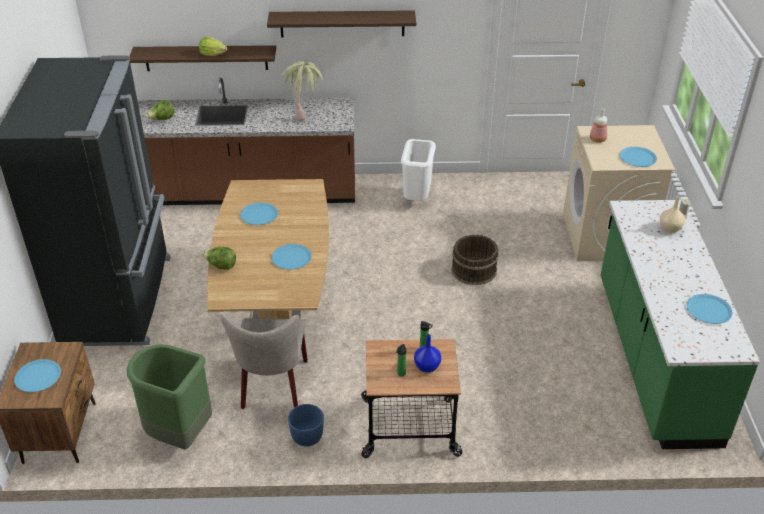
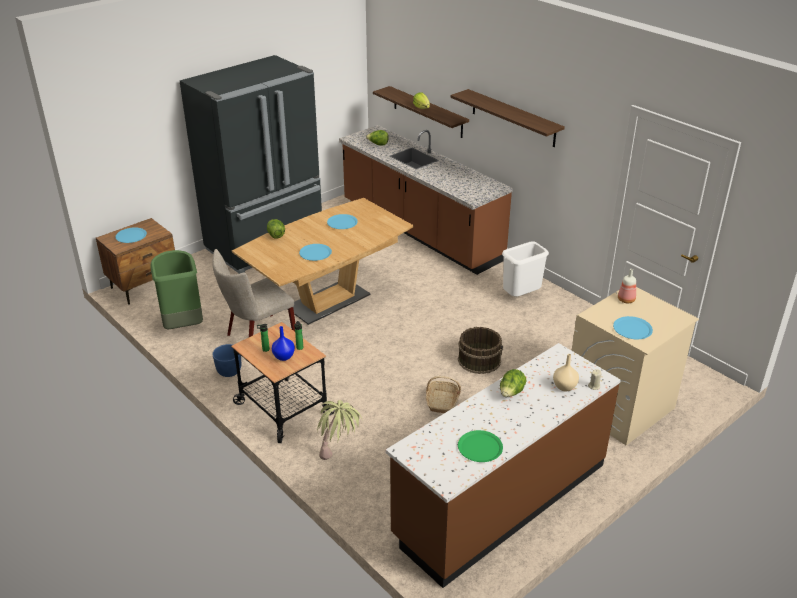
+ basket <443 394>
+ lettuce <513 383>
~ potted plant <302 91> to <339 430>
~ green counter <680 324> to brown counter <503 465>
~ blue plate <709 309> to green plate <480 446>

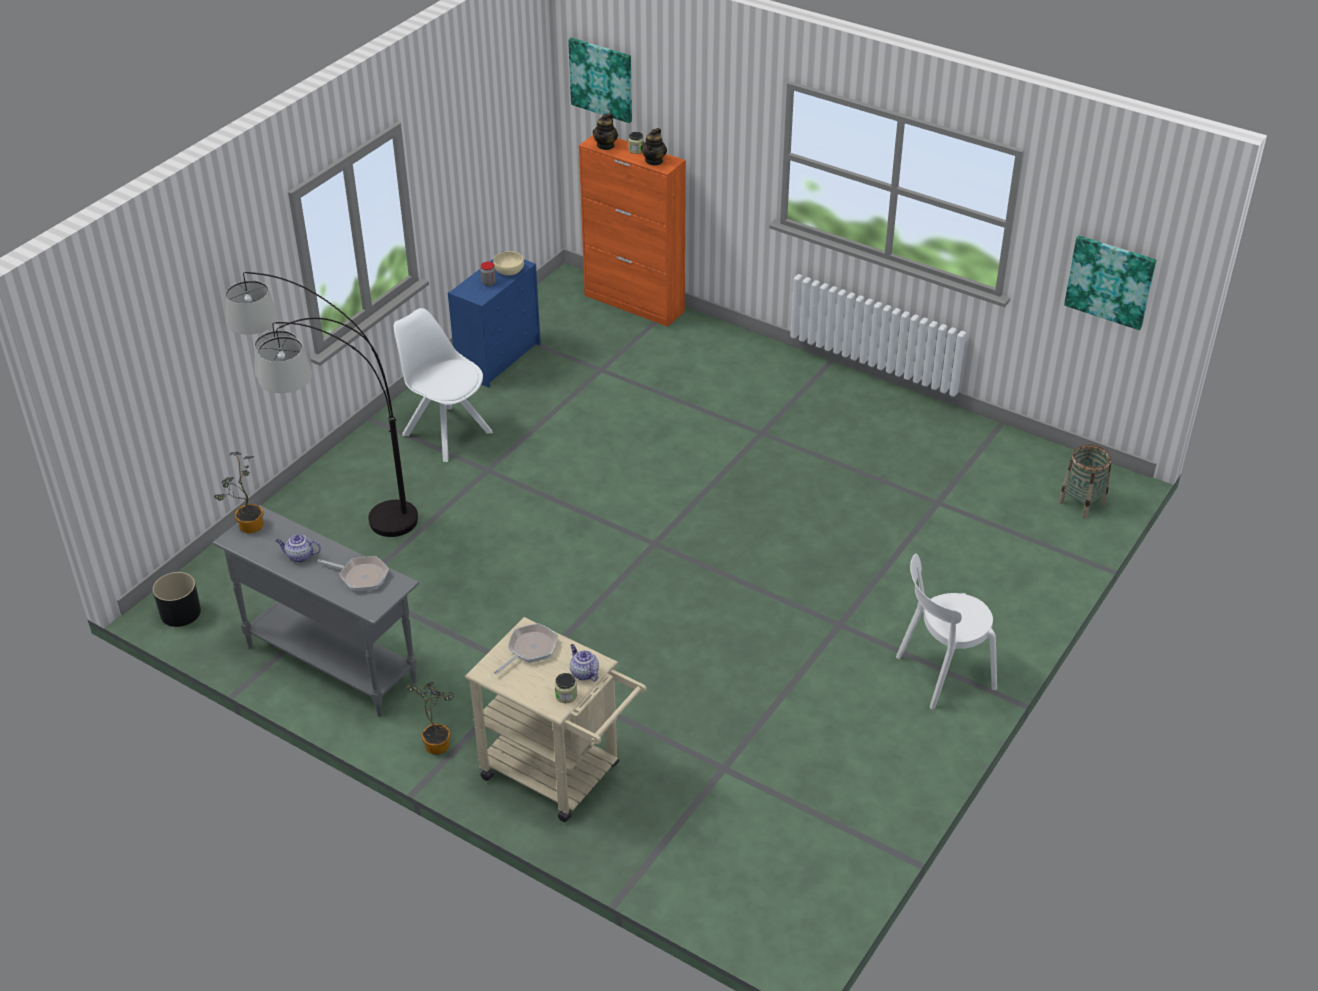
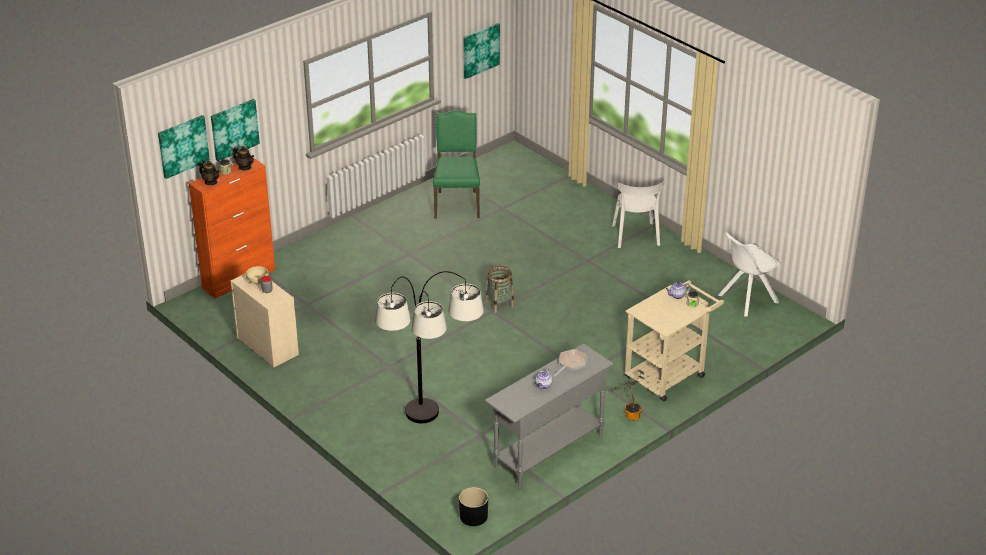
- potted plant <238 492>
- frying pan <526 648>
+ picture <235 130>
+ green chair <456 164>
~ white chair <443 385> to <749 274>
~ basket <1084 482> to <499 289>
~ blue dresser <494 319> to beige dresser <264 320>

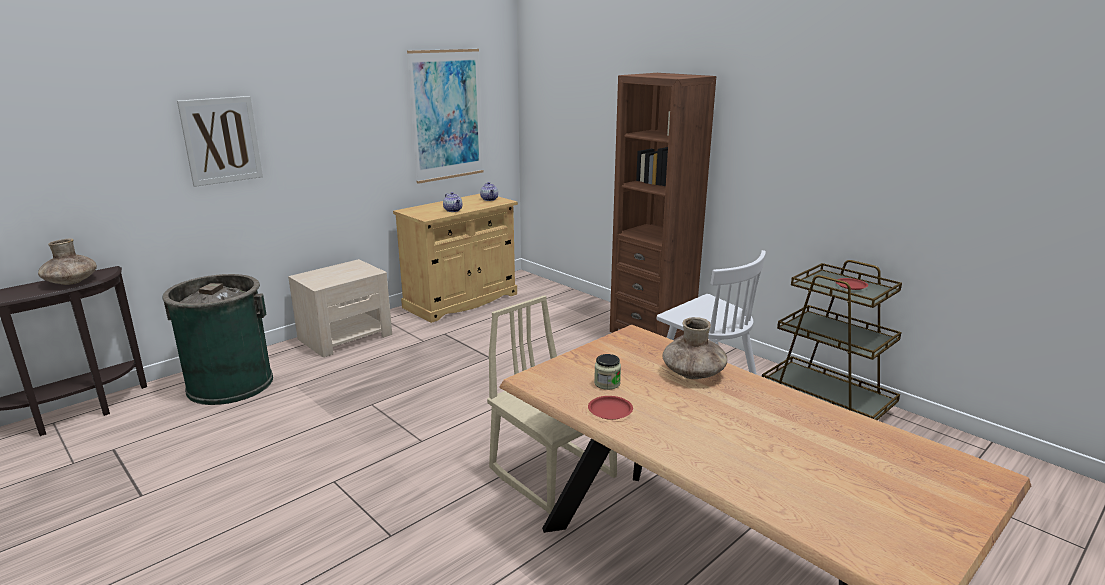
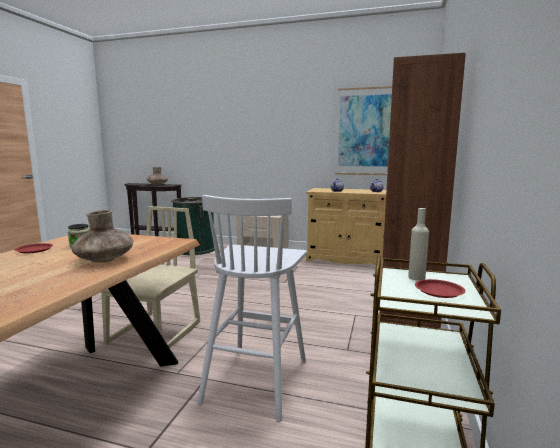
- picture <220 141>
+ beige bottle <418 244>

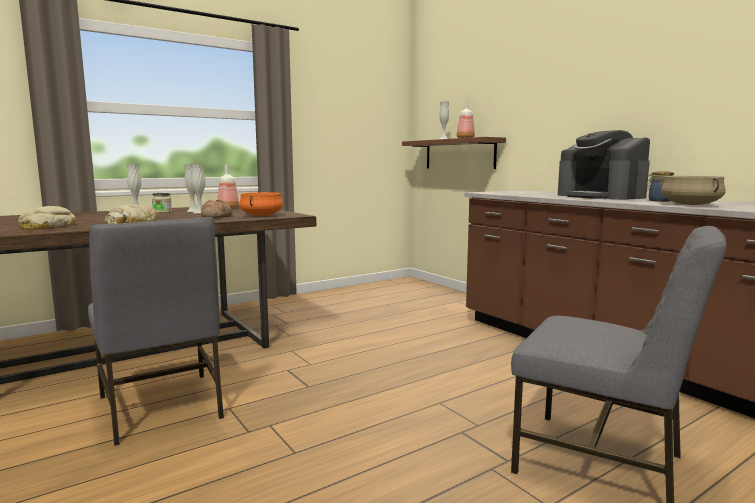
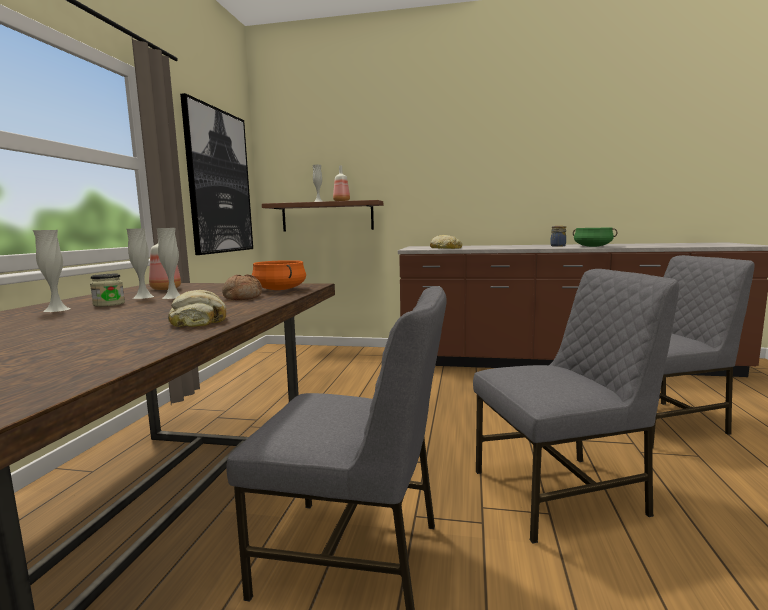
- coffee machine <604 165>
+ picture <216 174>
+ grey chair <576 406>
~ bread <47 218> to <446 242>
~ beige cooking pot <693 190> to green cooking pot <595 237>

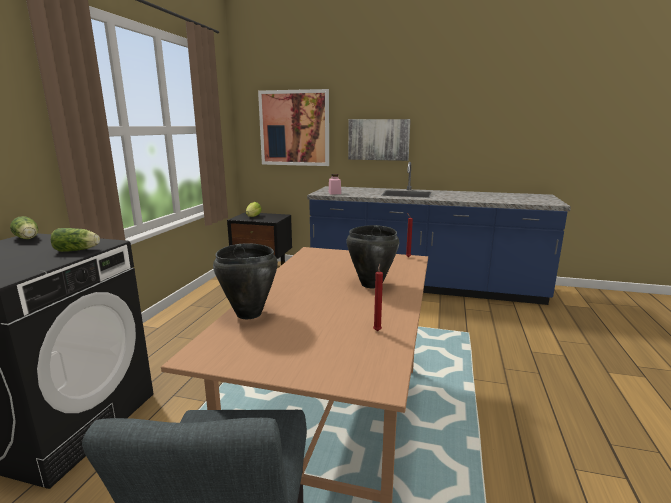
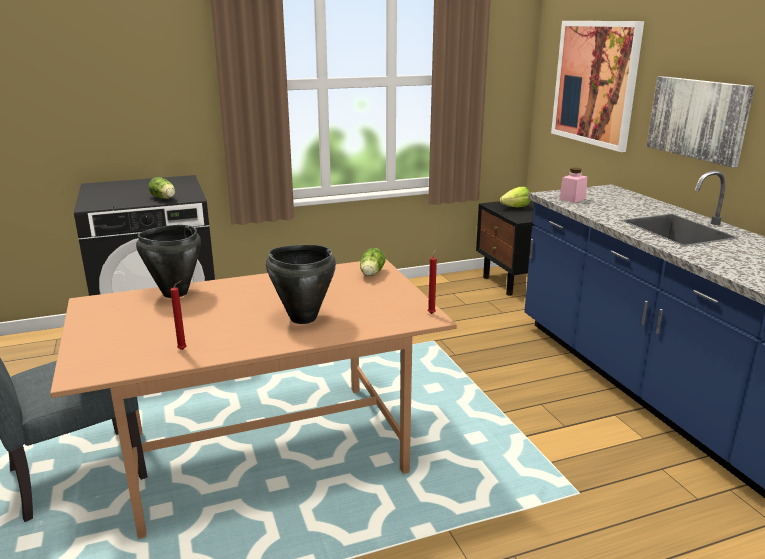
~ lettuce <24 227> to <373 262>

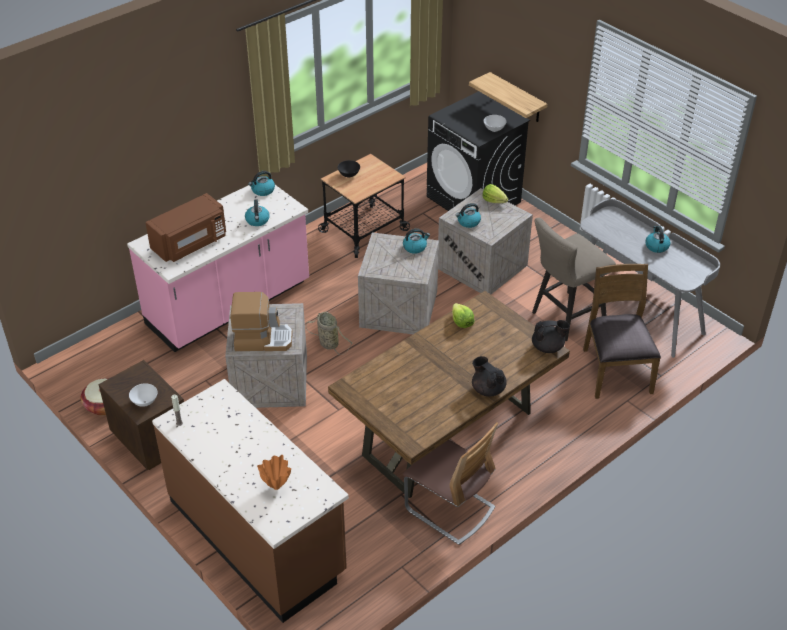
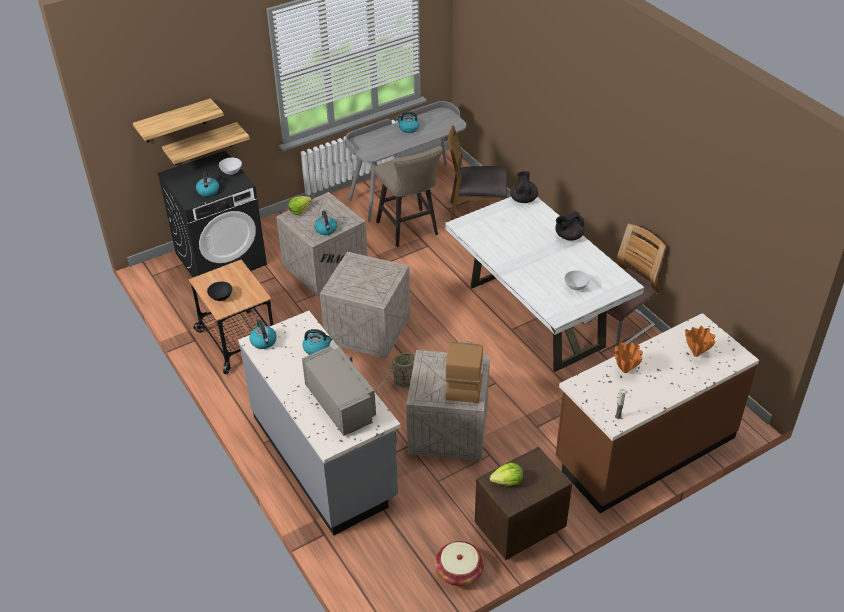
+ shelf <178 120>
+ orange vase <629 357>
~ white bowl <143 395> to <577 280>
~ kettle <416 241> to <207 184>
~ lettuce <463 315> to <506 474>
~ pink counter <218 268> to grey counter <319 423>
~ brown microwave <185 227> to grey microwave <339 391>
~ brown dining table <449 394> to white dining table <544 284>

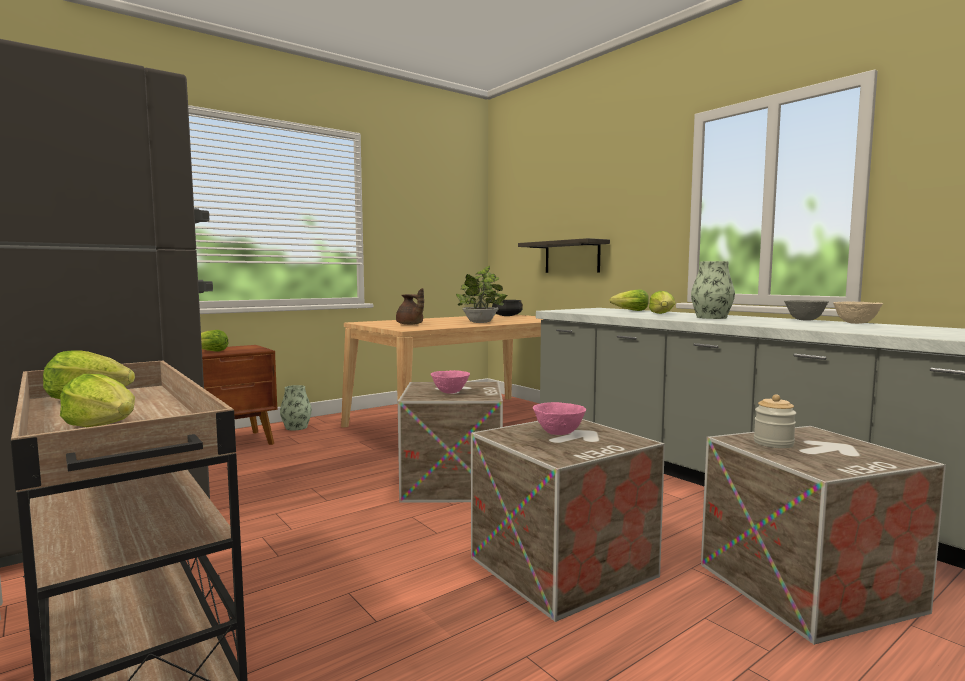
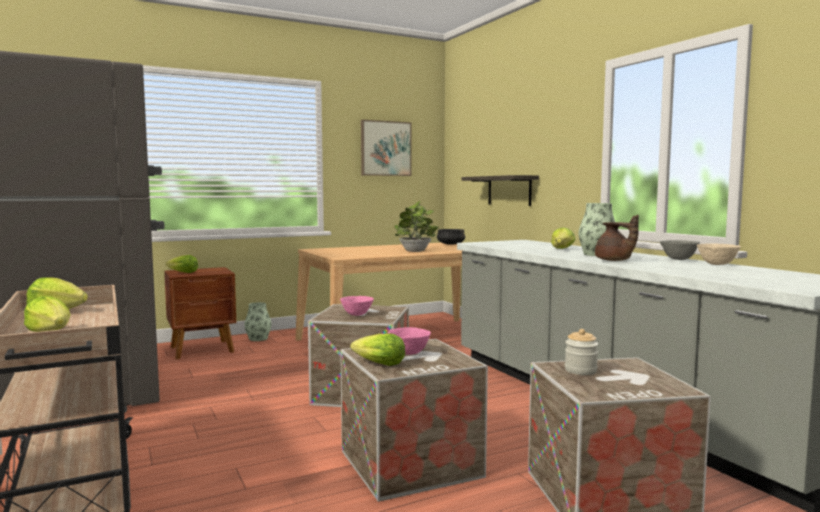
+ picture <386 148>
~ brown teapot <410 306> to <617 238>
~ lettuce <629 300> to <377 349>

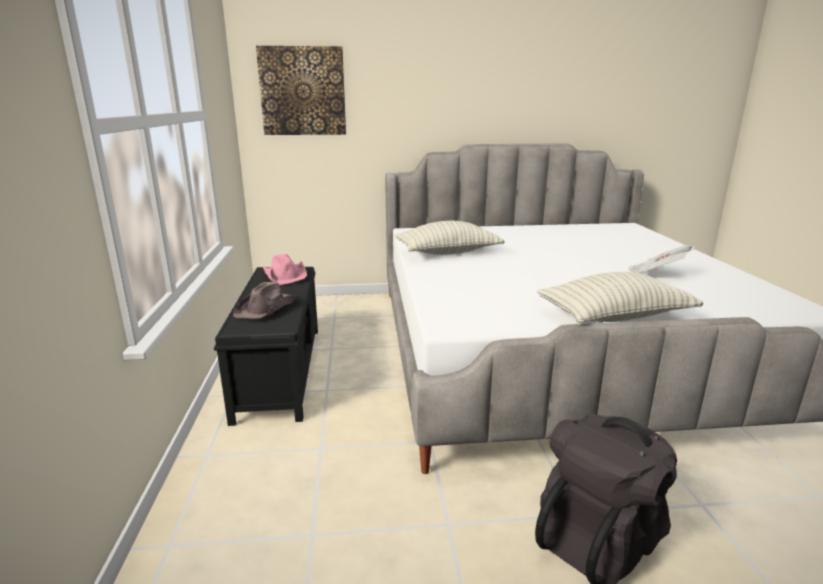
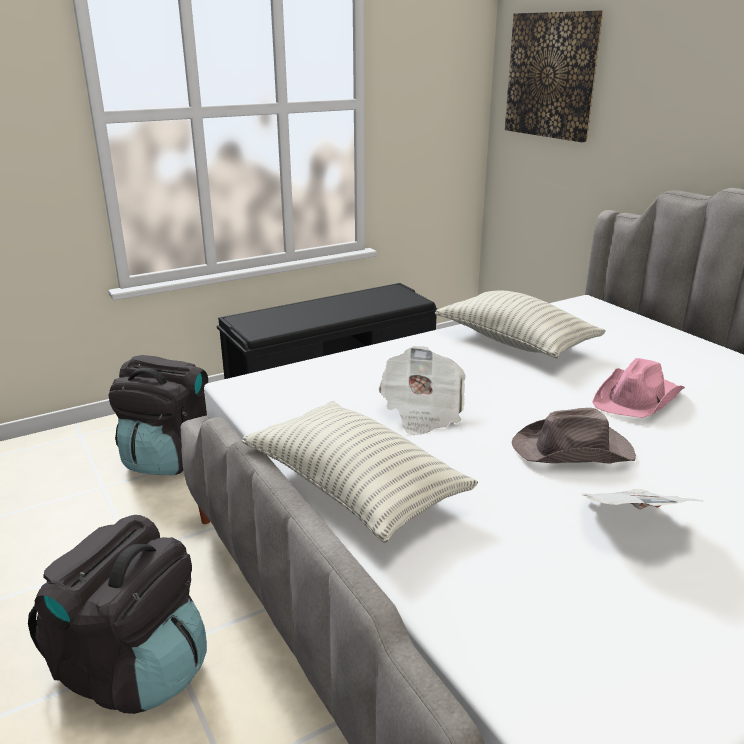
+ black backpack <158 415>
+ newspaper <422 390>
~ brown hat <266 300> to <574 436>
~ pink hat <285 269> to <638 388>

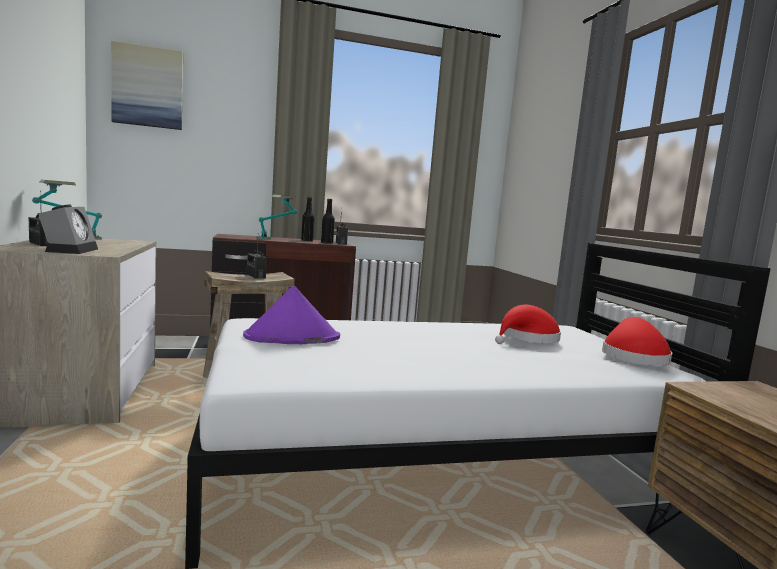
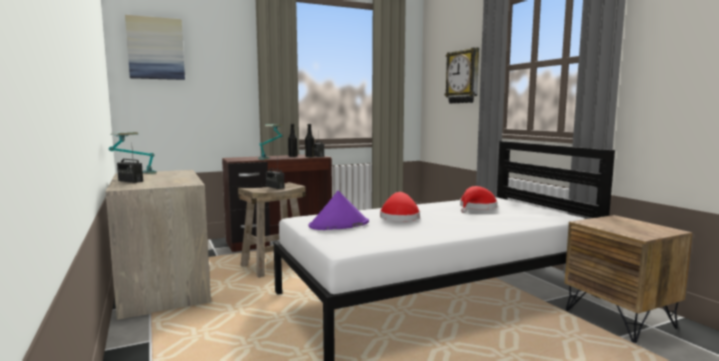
- alarm clock <68 229>
+ wall clock <462 75>
~ red hat <637 341> to <400 207>

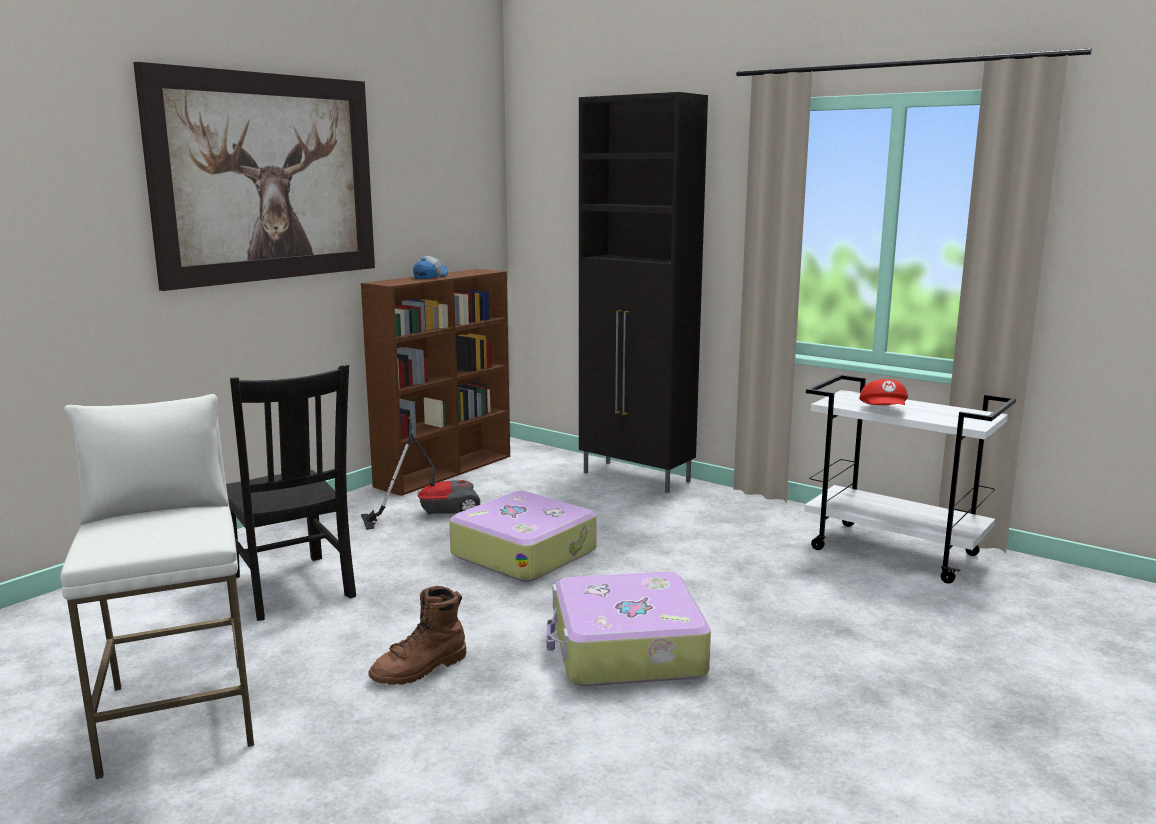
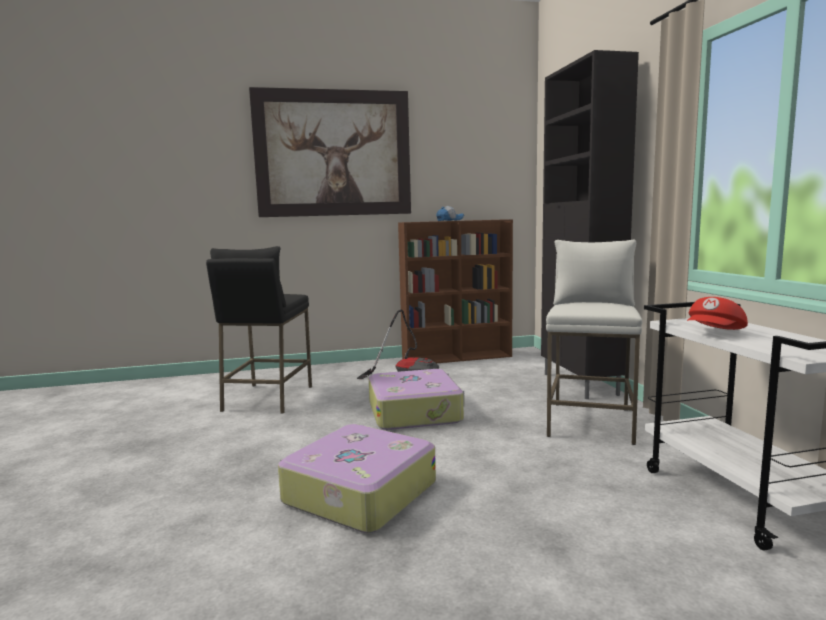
- brown boot <417 635>
~ white stool <157 586> to <594 342>
~ black chair <291 492> to black stool <259 330>

